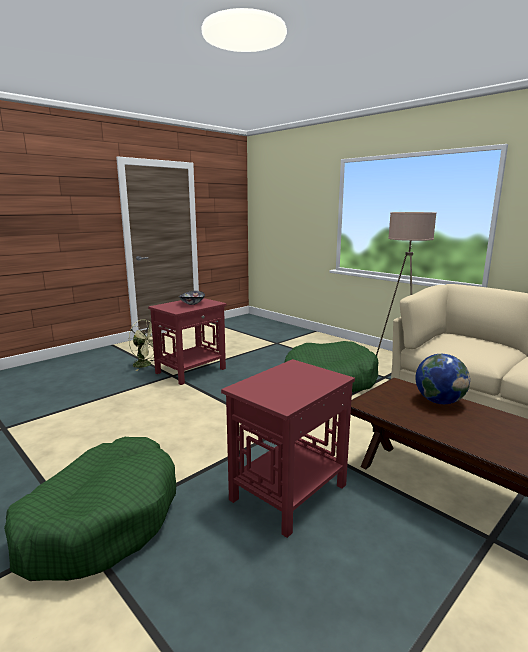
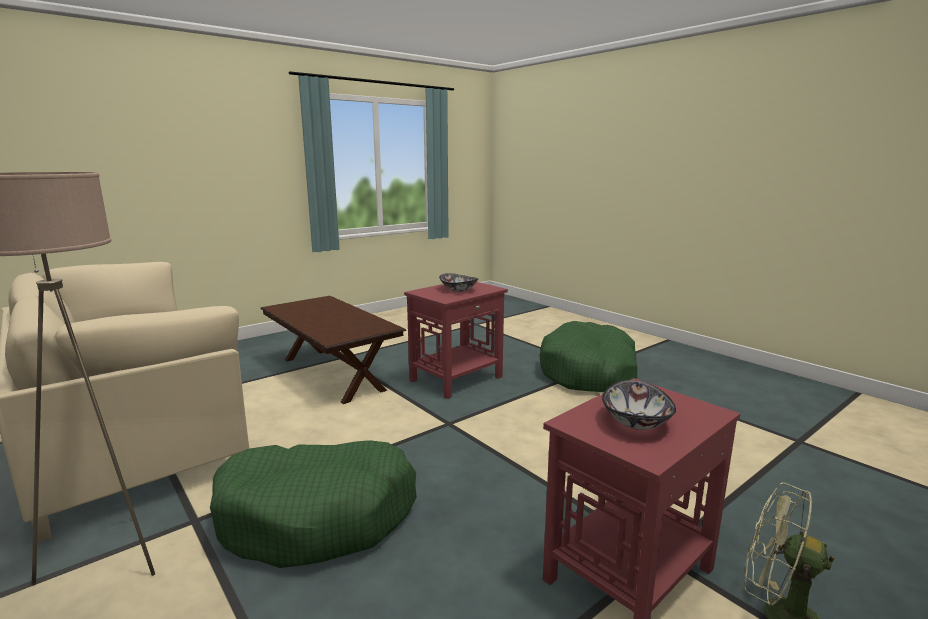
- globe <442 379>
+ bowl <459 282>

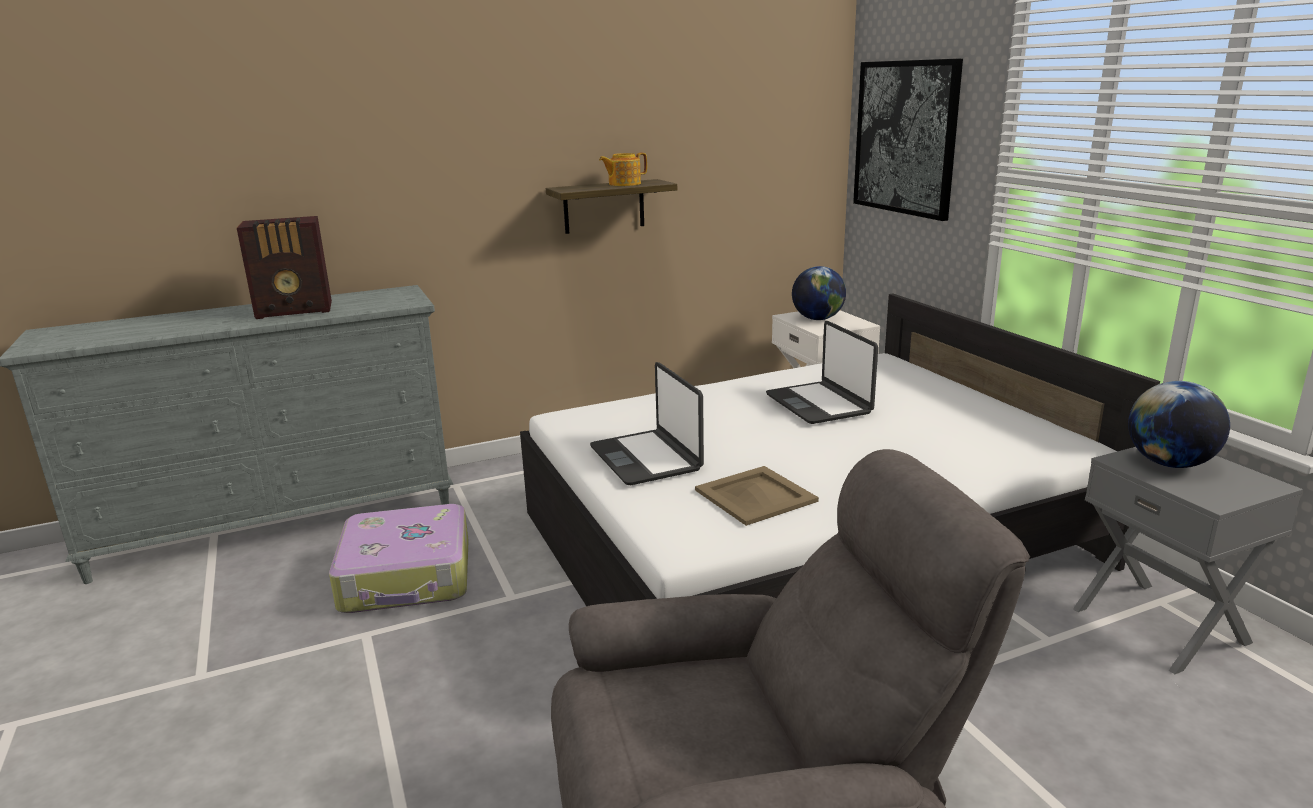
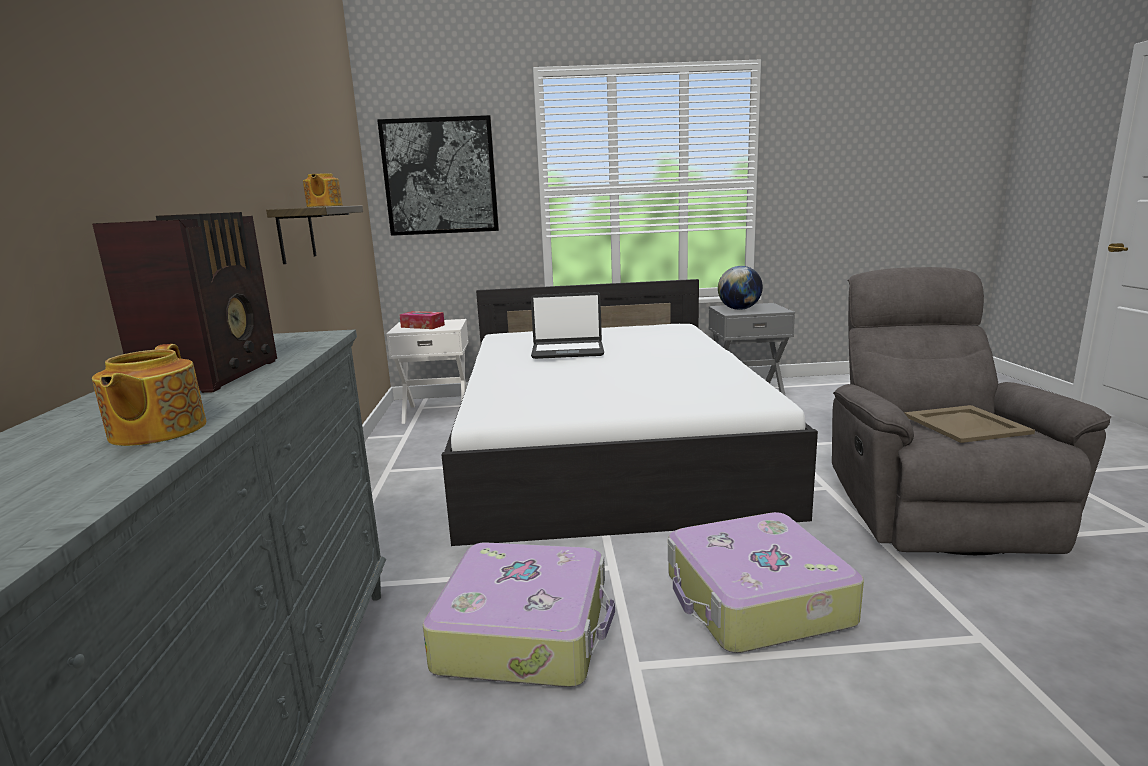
- laptop <647 423>
+ teapot <149 395>
+ suitcase <766 582>
~ beige tray <757 496> to <969 424>
~ globe <819 293> to tissue box <422 320>

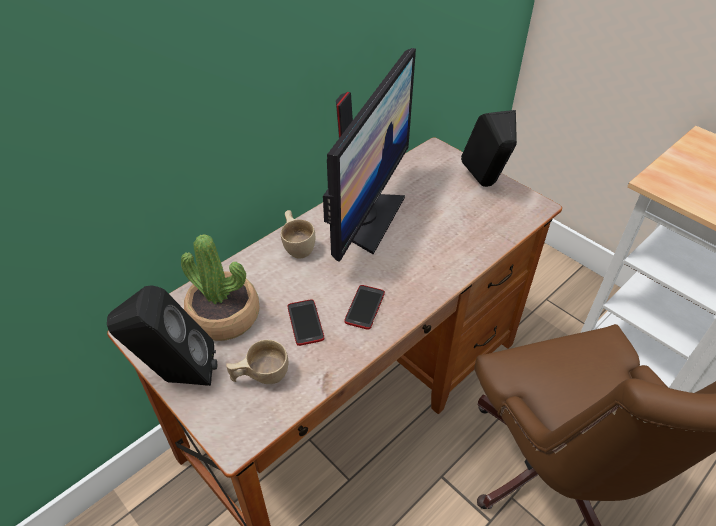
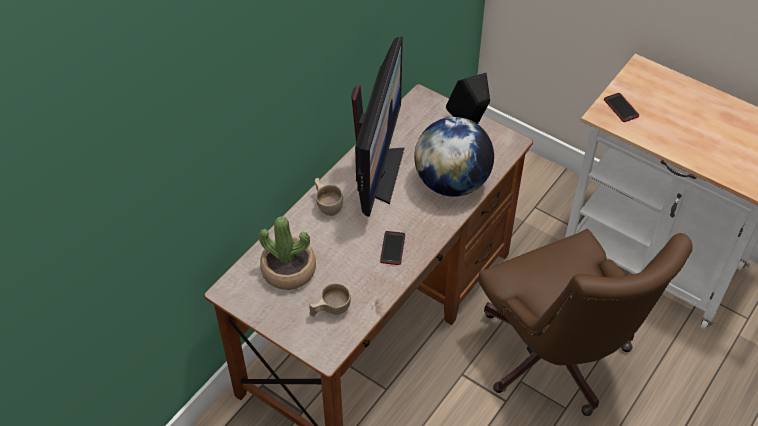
- black speaker <162 335>
+ globe <454 157>
~ phone <306 322> to <621 107>

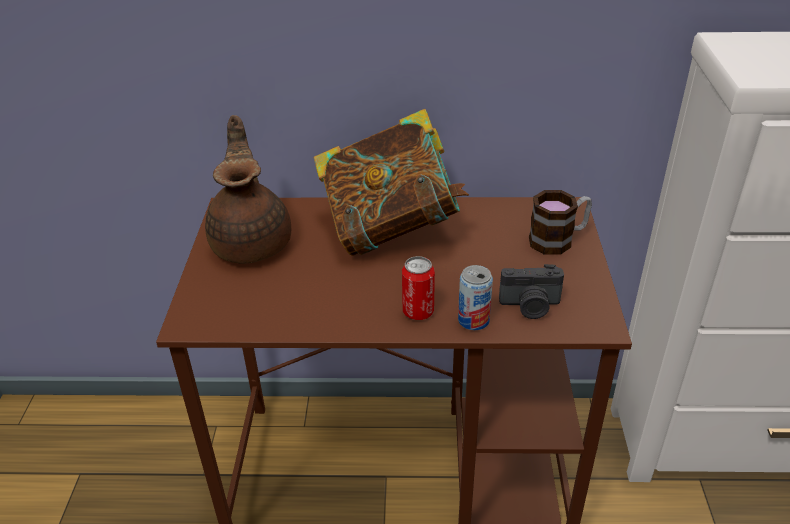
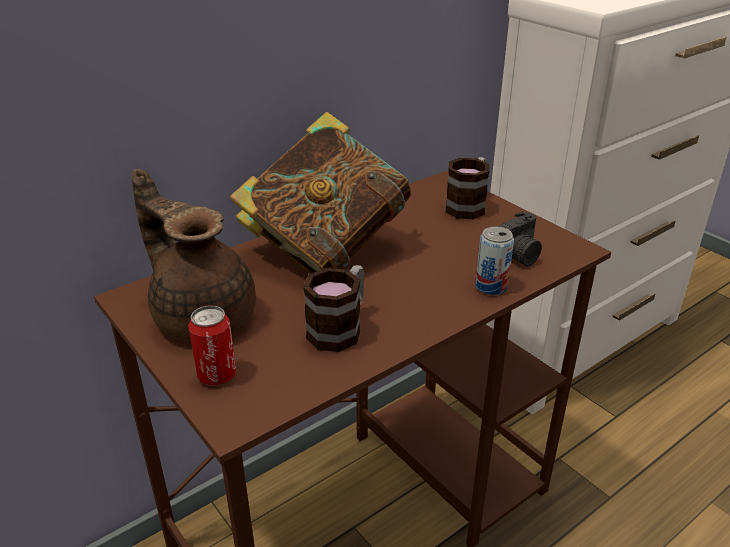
+ mug <333 308>
~ can <418 288> to <212 345>

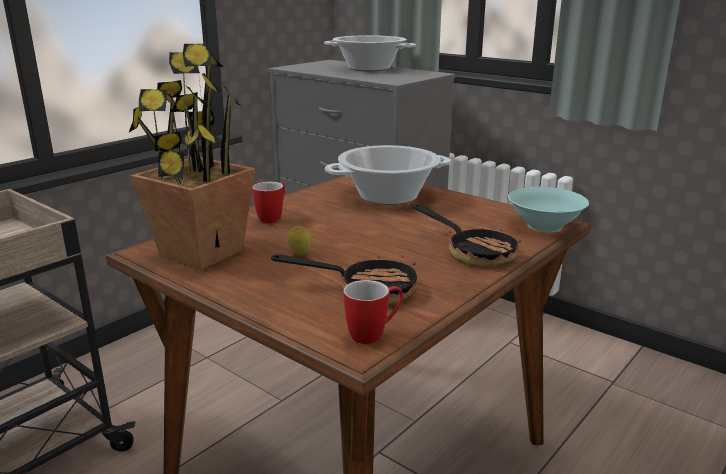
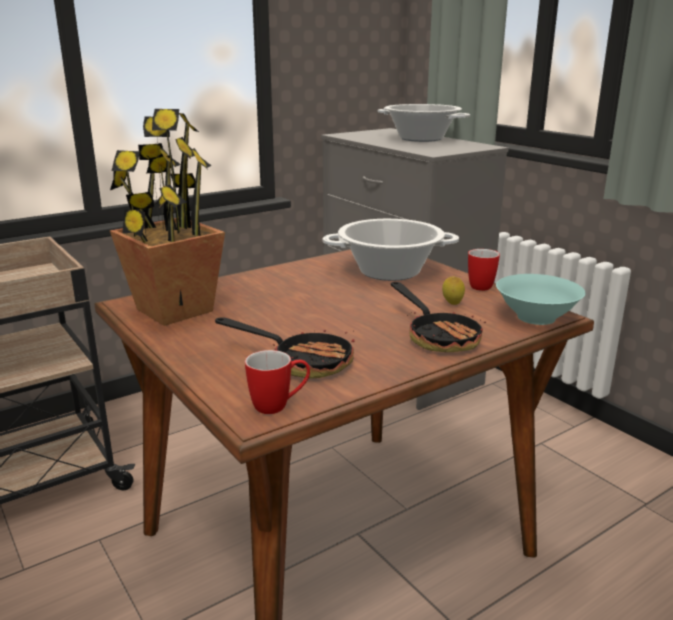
~ mug <268 203> to <484 270>
~ lemon <299 241> to <453 291>

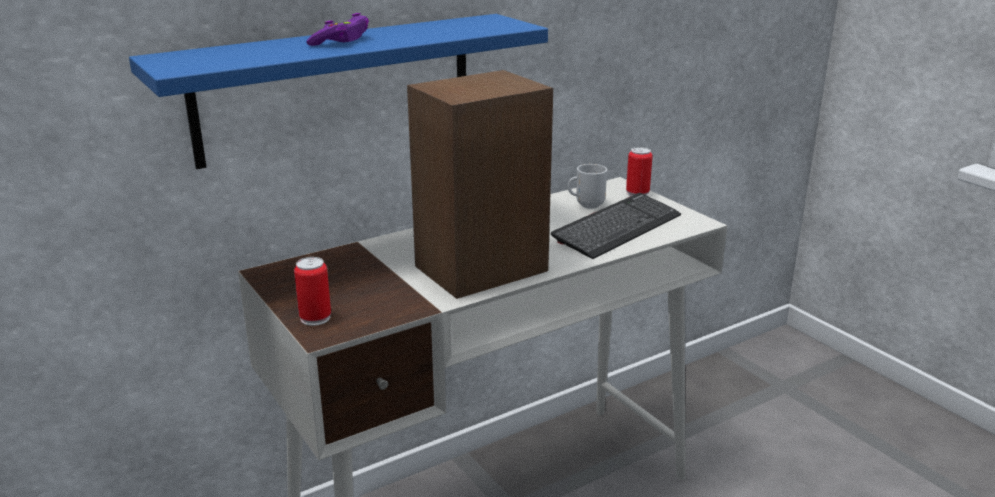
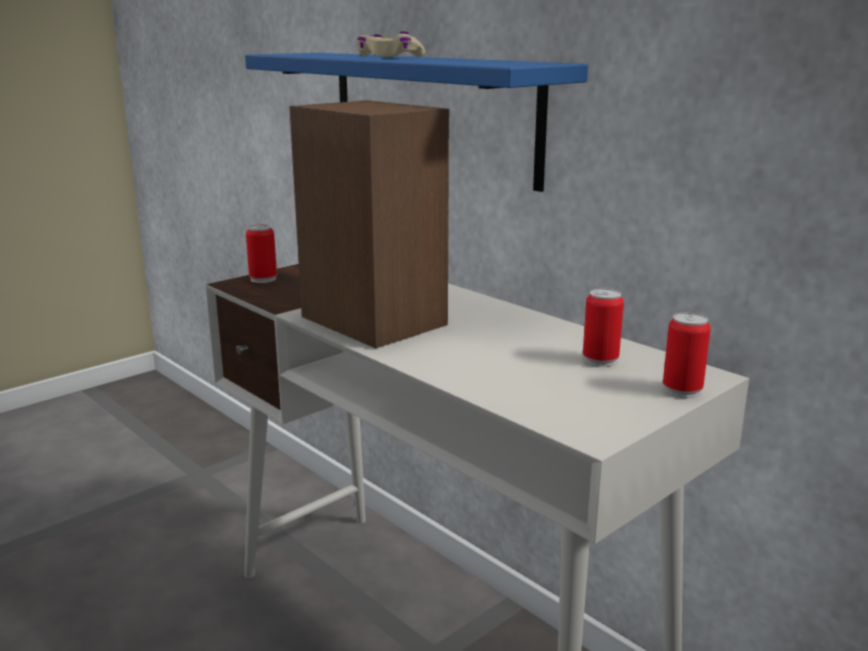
- keyboard <616 226>
~ mug <587 186> to can <603 327>
~ purple game controller <337 29> to beige game controller <390 44>

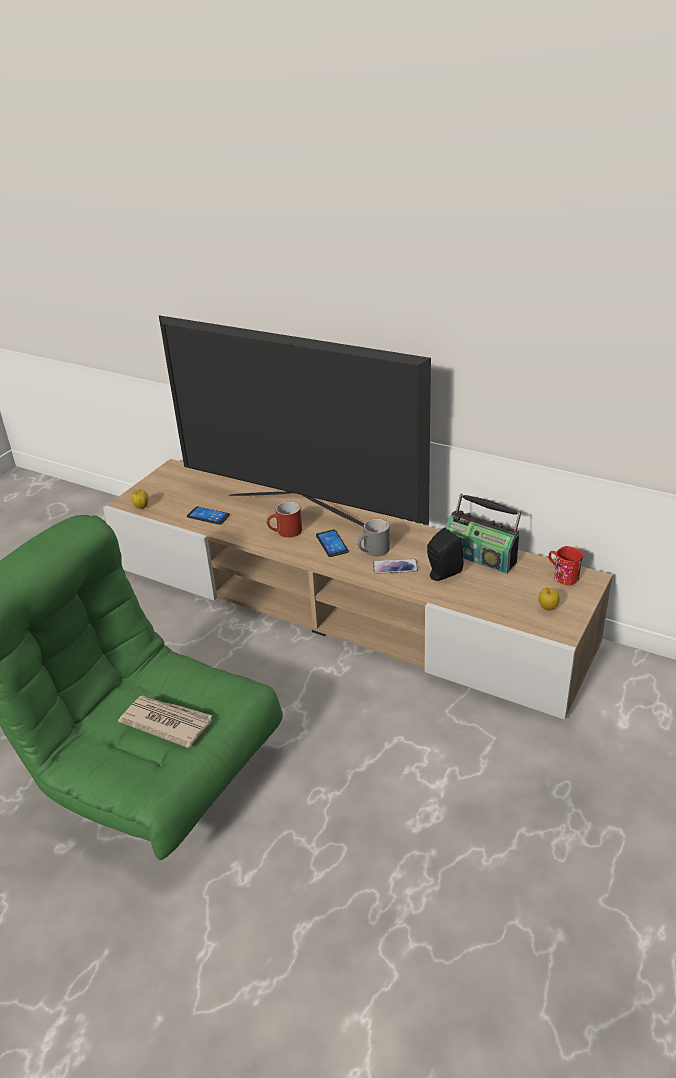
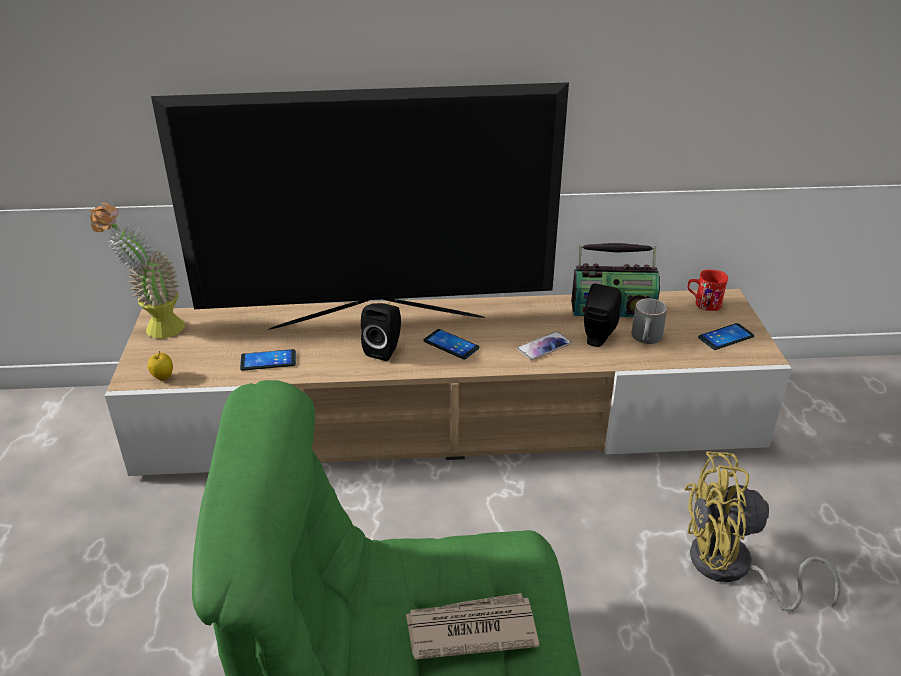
+ potted plant <137 270>
+ yellow fan <762 531>
~ grey mug <374 537> to <649 321>
~ red mug <284 519> to black speaker <381 332>
~ apple <548 598> to phone <726 336>

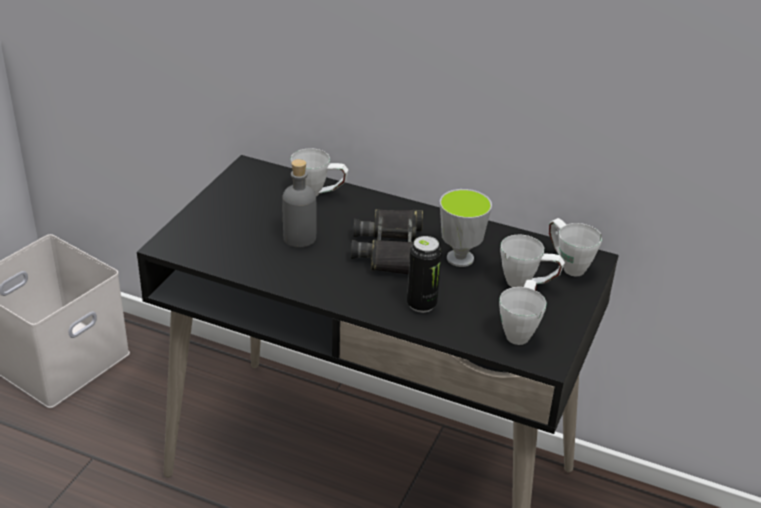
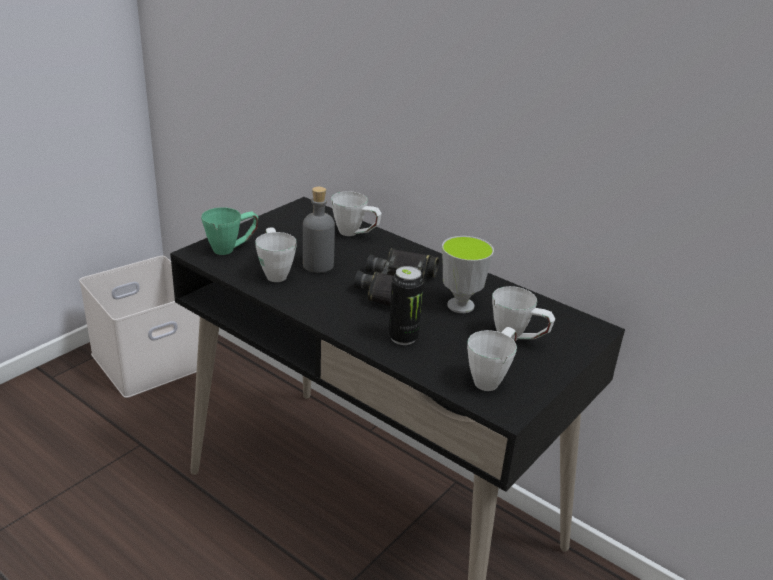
+ green mug <229 231>
~ white mug <575 247> to <276 254>

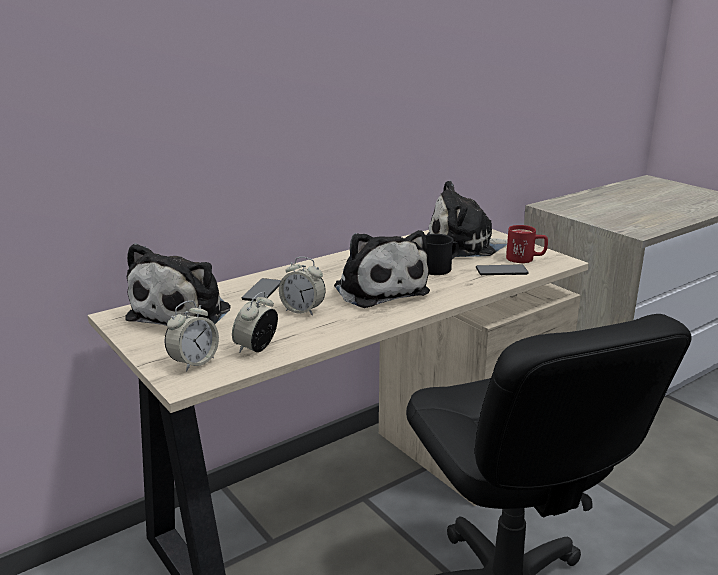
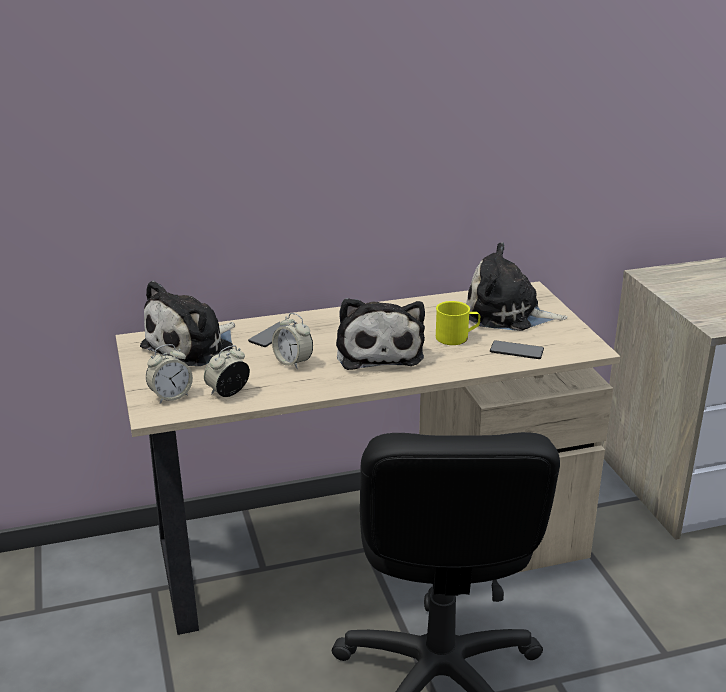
- red mug <527 244>
~ black mug <442 254> to yellow mug <458 323>

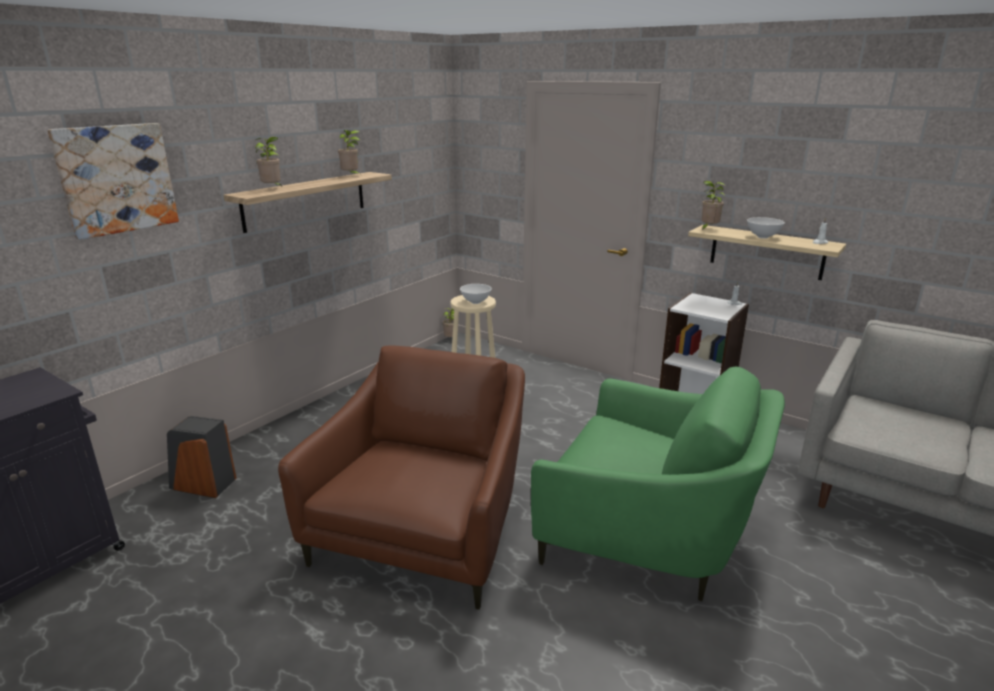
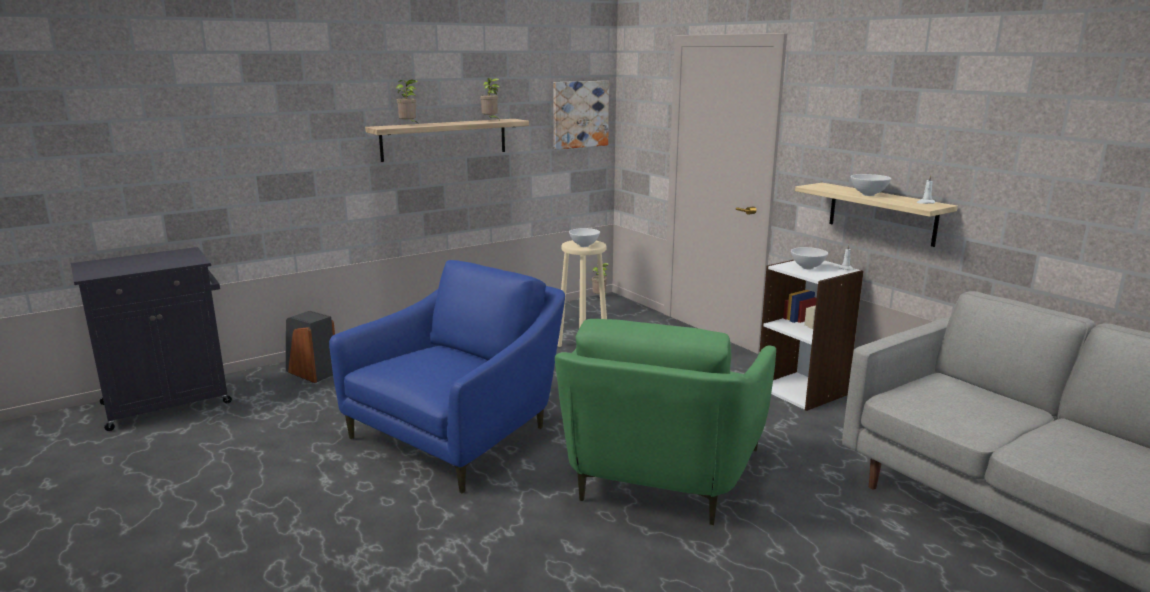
- potted plant <713 206>
+ white bowl <809 258>
~ picture <113 181> to <581 115>
~ brown armchair <401 478> to blue armchair <447 377>
~ green armchair <658 484> = <665 422> 60 degrees clockwise

